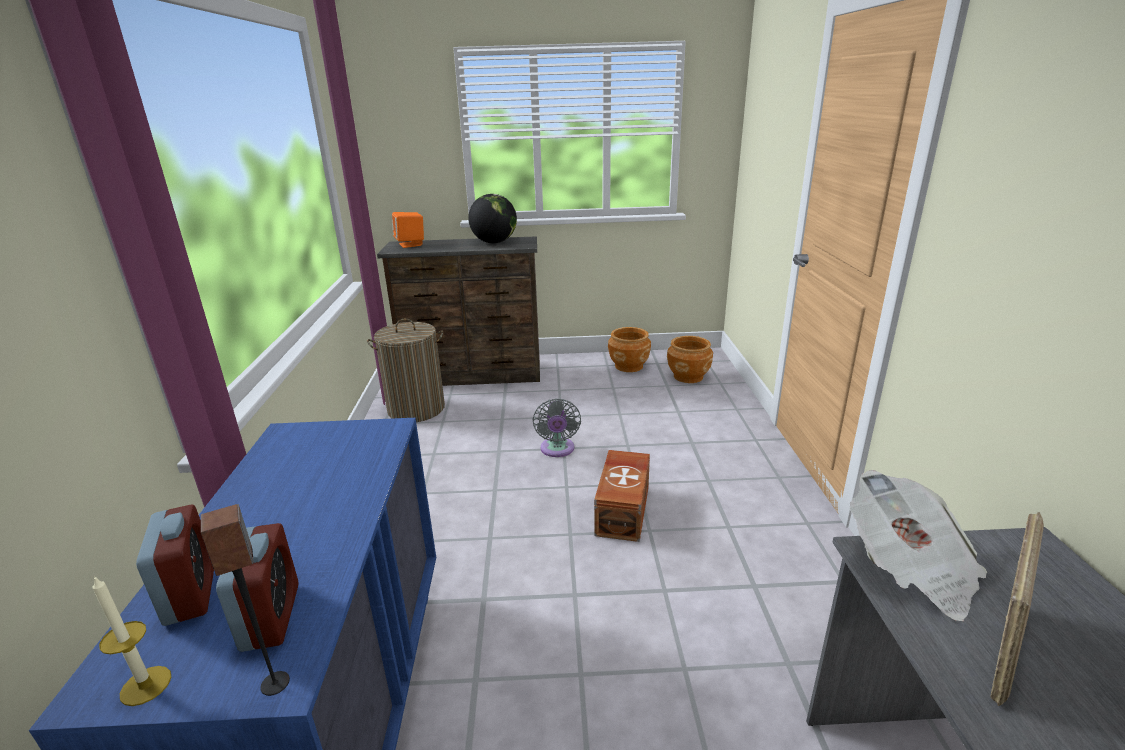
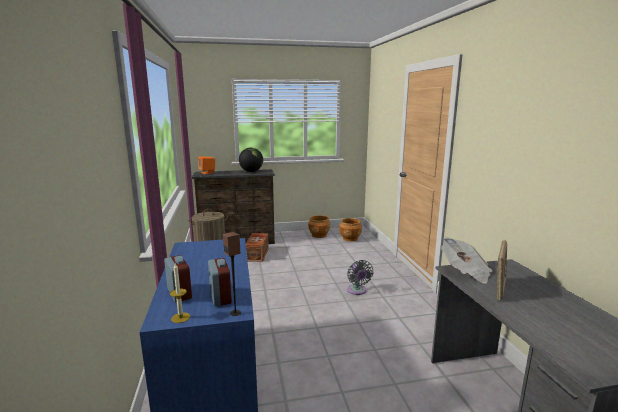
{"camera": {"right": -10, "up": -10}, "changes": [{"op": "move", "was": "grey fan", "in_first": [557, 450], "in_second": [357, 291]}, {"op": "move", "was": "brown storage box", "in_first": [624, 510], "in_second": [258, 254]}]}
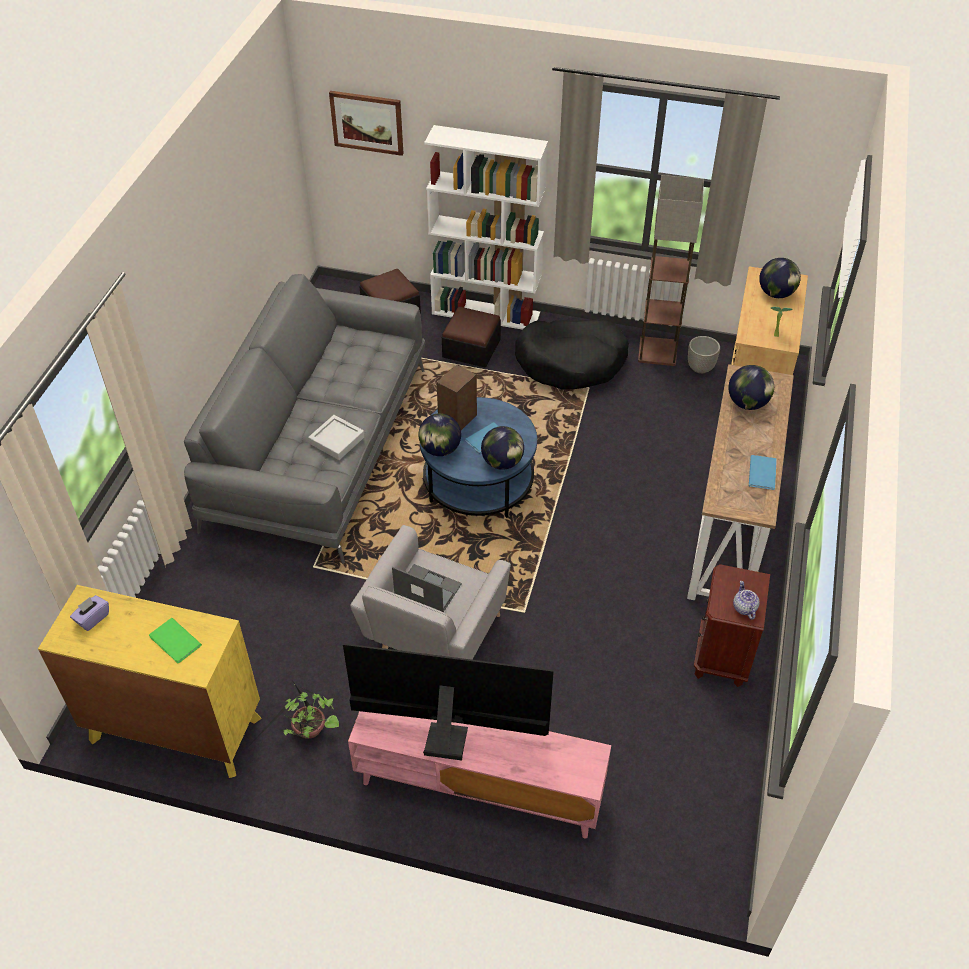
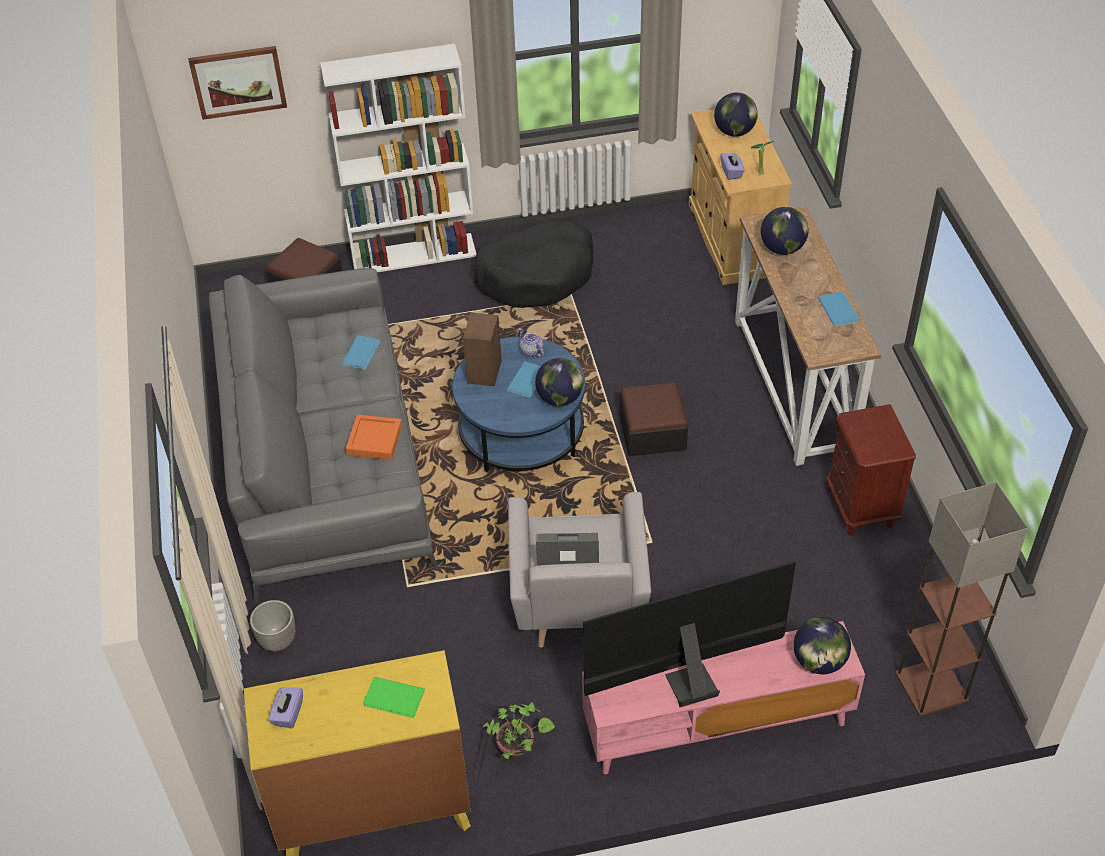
{"camera": {"right": -25, "up": 0}, "changes": [{"op": "insert", "now": "blue book", "in_second": [362, 352]}, {"op": "insert", "now": "purple tissue box", "in_second": [731, 172]}, {"op": "move", "was": "globe", "in_first": [440, 449], "in_second": [819, 661]}, {"op": "move", "was": "ottoman", "in_first": [471, 348], "in_second": [652, 432]}, {"op": "move", "was": "floor lamp", "in_first": [658, 351], "in_second": [931, 686]}, {"op": "move", "was": "planter", "in_first": [700, 368], "in_second": [277, 641]}, {"op": "move", "was": "teapot", "in_first": [744, 608], "in_second": [531, 351]}, {"op": "recolor", "was": "grey tray", "now": "orange tray", "in_first": [337, 440], "in_second": [374, 441]}]}
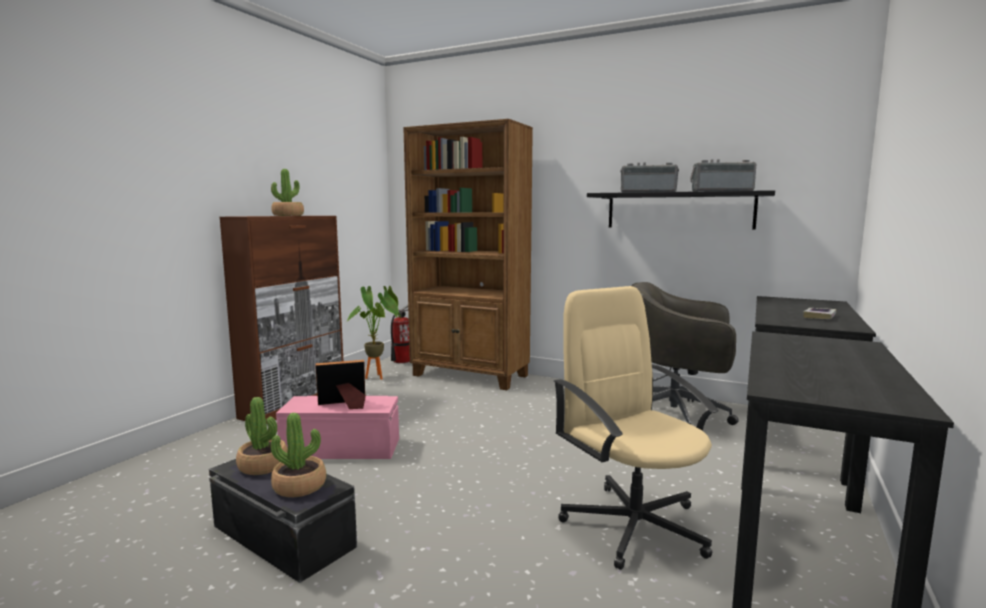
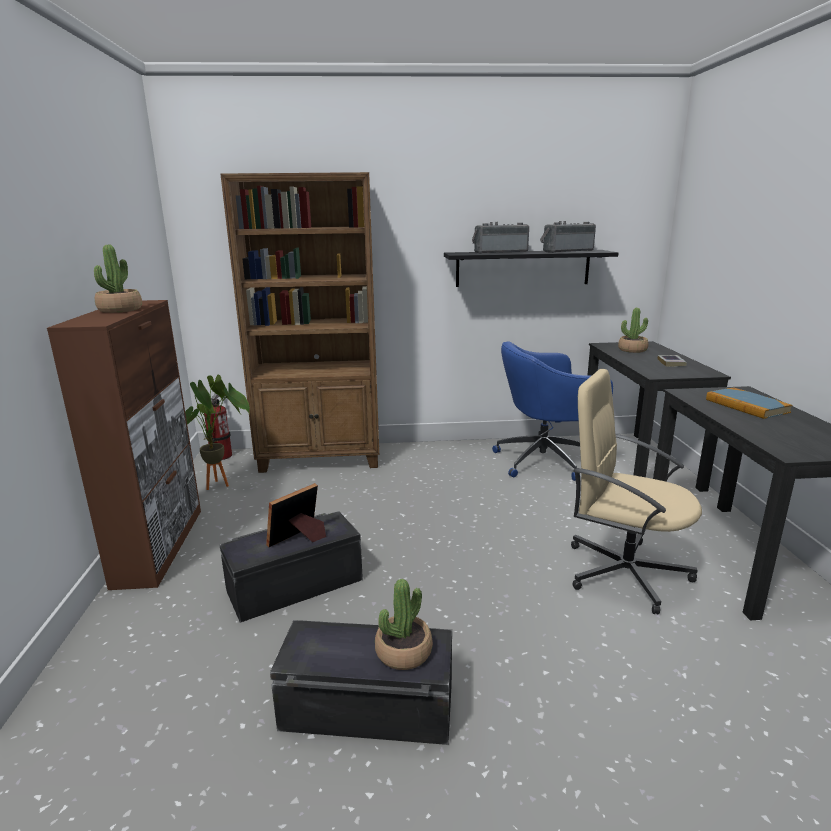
{"camera": {"right": -30, "up": 10}, "changes": [{"op": "insert", "now": "book", "in_second": [746, 406]}, {"op": "move", "was": "potted plant", "in_first": [263, 466], "in_second": [632, 350]}, {"op": "recolor", "was": "pink storage box", "now": "black storage box", "in_first": [342, 447], "in_second": [294, 584]}, {"op": "recolor", "was": "grey office chair", "now": "blue office chair", "in_first": [677, 417], "in_second": [545, 460]}]}
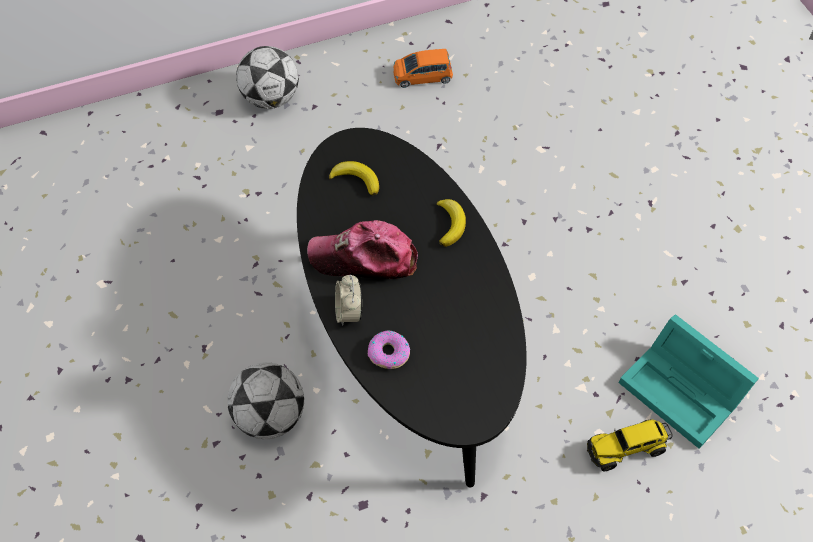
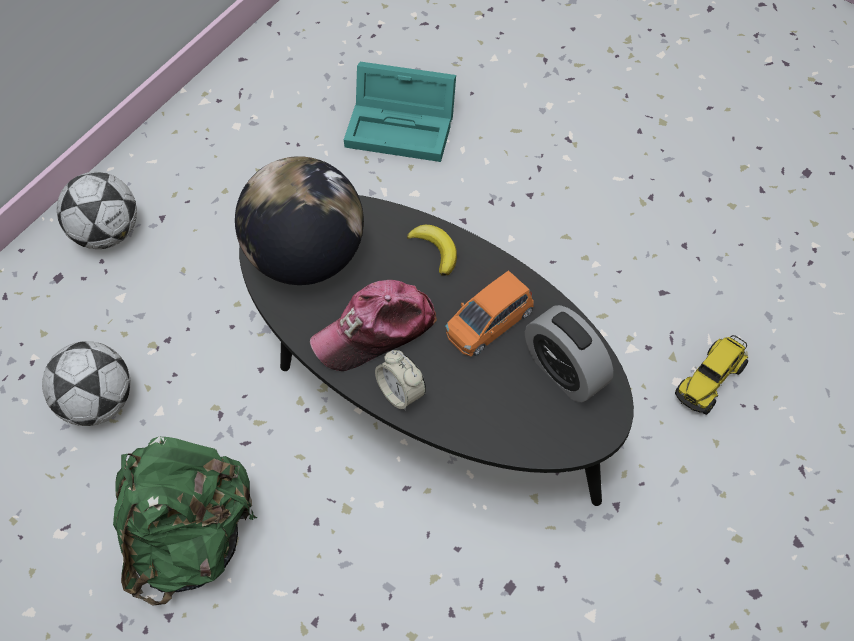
{"camera": {"right": -30, "up": 0}, "changes": [{"op": "delete", "was": "donut", "in_first": [388, 353]}, {"op": "insert", "now": "green backpack", "in_second": [192, 540]}, {"op": "insert", "now": "alarm clock", "in_second": [565, 372]}, {"op": "move", "was": "football", "in_first": [270, 416], "in_second": [98, 403]}, {"op": "move", "was": "orange toy car", "in_first": [422, 76], "in_second": [489, 323]}, {"op": "move", "was": "turquoise storage box", "in_first": [685, 391], "in_second": [404, 125]}, {"op": "replace", "was": "banana", "now": "globe", "in_first": [356, 179], "in_second": [307, 257]}]}
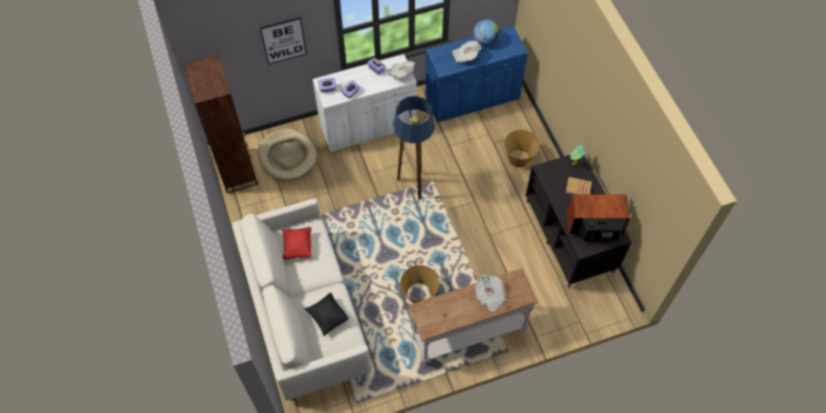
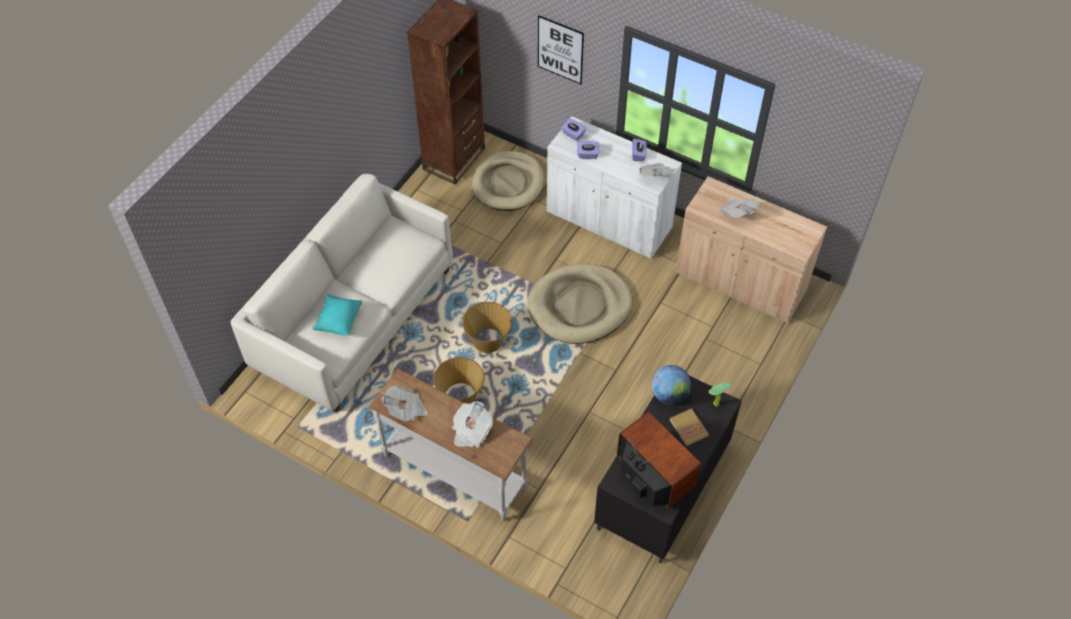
{"camera": {"right": 50, "up": -5}, "changes": [{"op": "delete", "was": "red pillow", "in_first": [298, 246]}, {"op": "insert", "now": "newspaper", "in_second": [406, 410]}, {"op": "move", "was": "globe", "in_first": [485, 40], "in_second": [669, 395]}, {"op": "move", "was": "basket", "in_first": [519, 158], "in_second": [488, 341]}, {"op": "replace", "was": "floor lamp", "now": "beige dog bed", "in_first": [414, 186], "in_second": [579, 306]}, {"op": "recolor", "was": "black pillow", "now": "turquoise pillow", "in_first": [327, 317], "in_second": [339, 321]}, {"op": "recolor", "was": "blue cabinet", "now": "beige cabinet", "in_first": [472, 98], "in_second": [740, 282]}]}
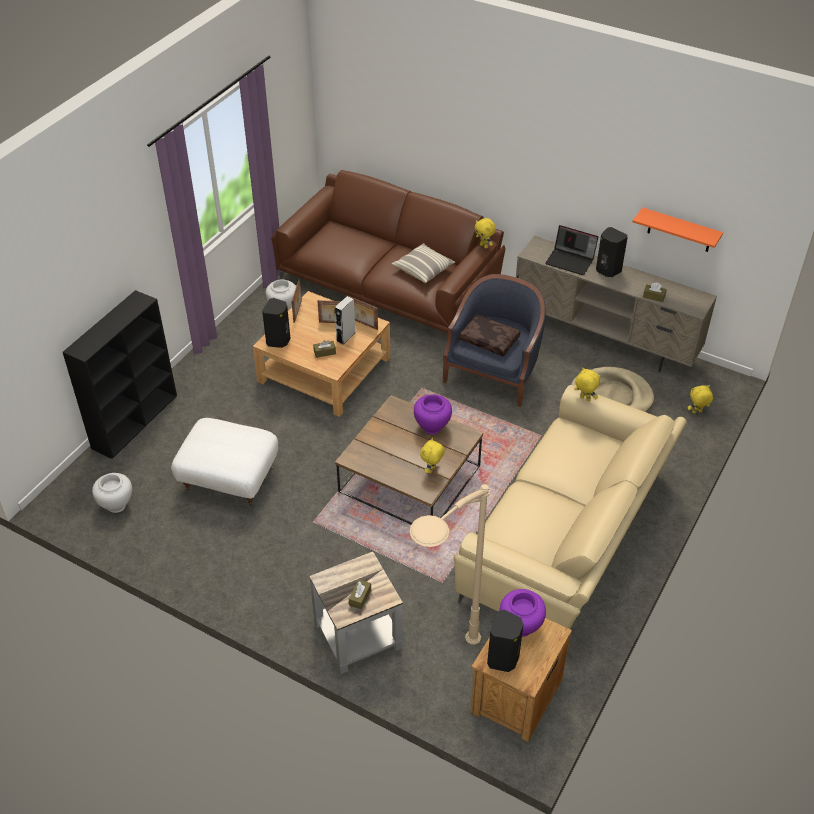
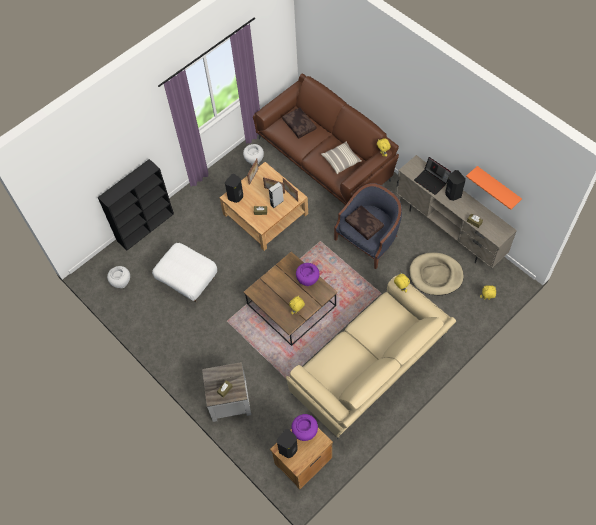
{"camera": {"right": 20, "up": 15}, "changes": [{"op": "delete", "was": "beige floor lamp", "in_first": [439, 670]}, {"op": "insert", "now": "brown pillow", "in_second": [300, 125]}]}
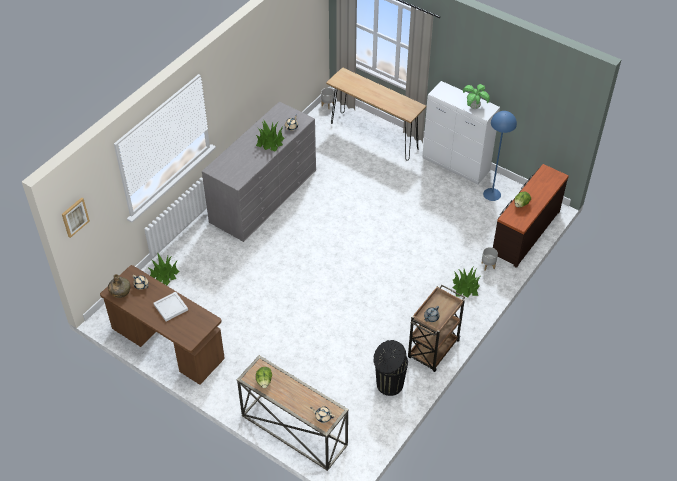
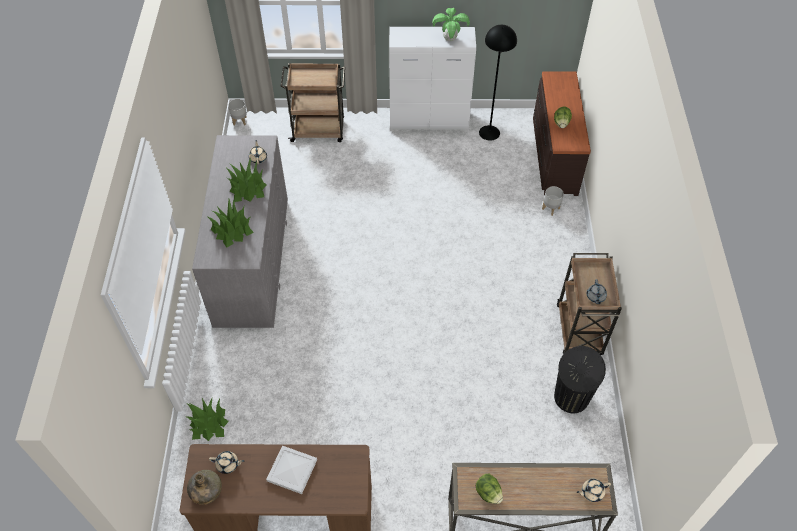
{"camera": {"right": -35, "up": 5}, "changes": [{"op": "delete", "was": "picture", "in_first": [74, 217]}, {"op": "move", "was": "potted plant", "in_first": [465, 287], "in_second": [232, 230]}, {"op": "replace", "was": "brown console table", "now": "brown cart", "in_first": [374, 136], "in_second": [319, 130]}, {"op": "recolor", "was": "blue floor lamp", "now": "black floor lamp", "in_first": [491, 194], "in_second": [489, 132]}]}
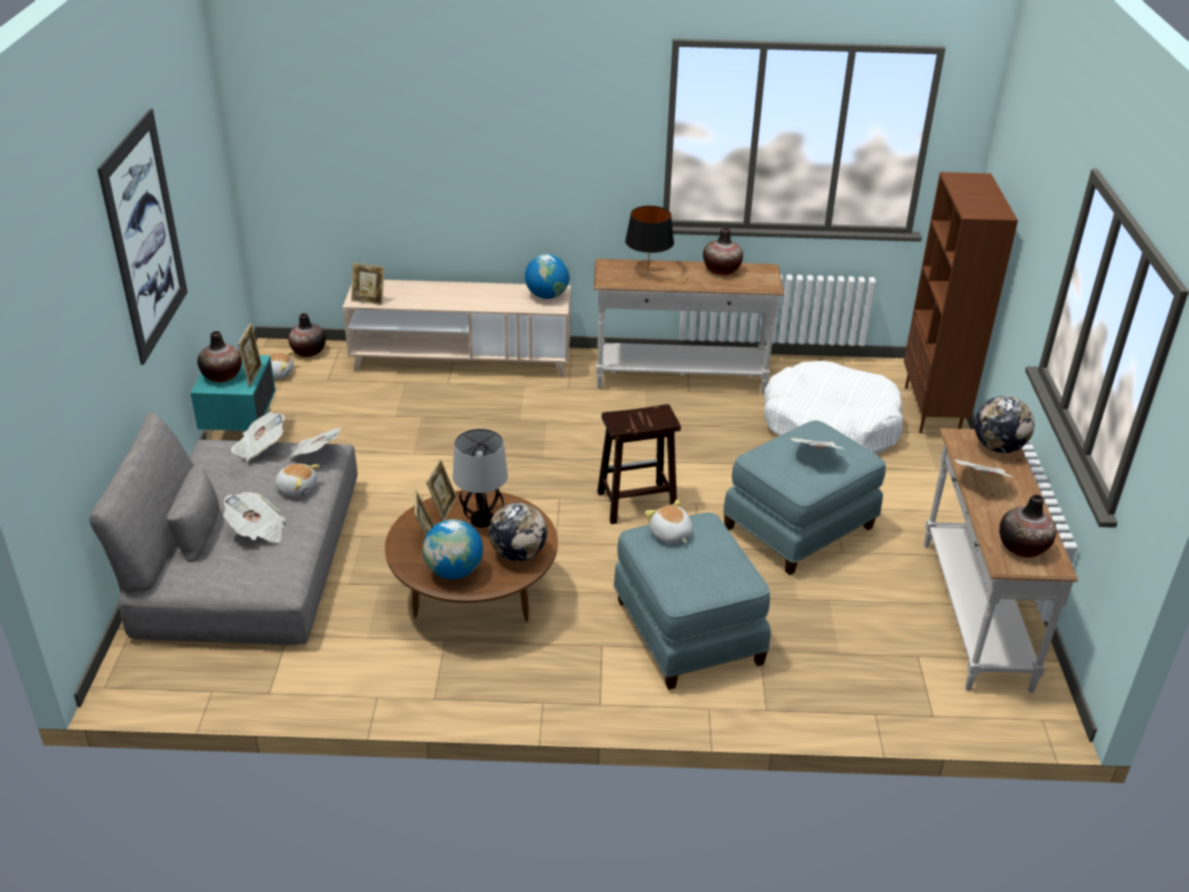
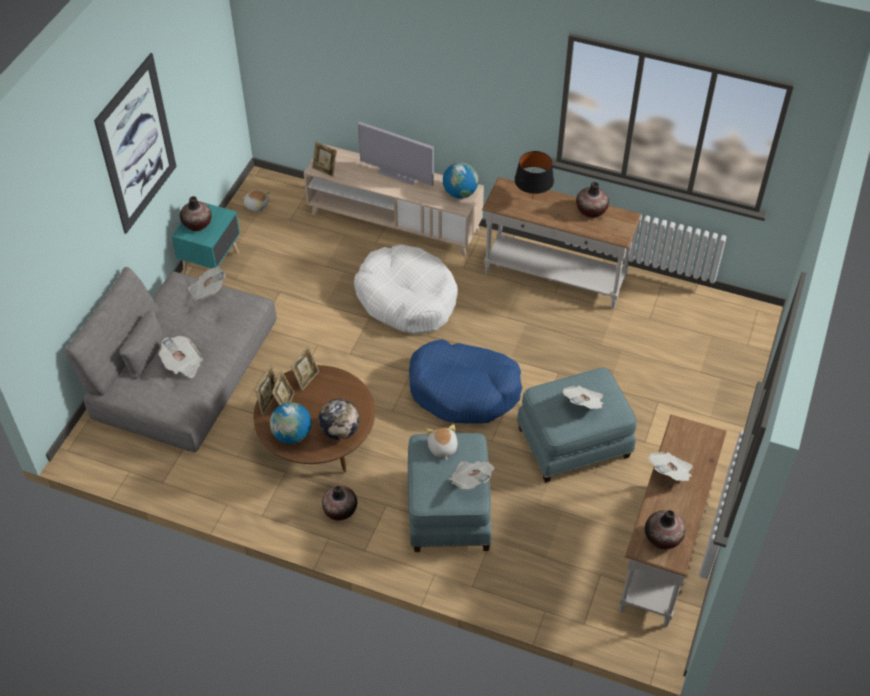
{"camera": {"right": 20, "up": 15}, "changes": [{"op": "delete", "was": "plush toy", "in_first": [297, 488]}, {"op": "delete", "was": "table lamp", "in_first": [481, 520]}, {"op": "delete", "was": "brown bookcase", "in_first": [933, 410]}, {"op": "delete", "was": "globe", "in_first": [998, 447]}, {"op": "insert", "now": "television", "in_second": [398, 174]}, {"op": "move", "was": "picture frame", "in_first": [253, 375], "in_second": [269, 402]}, {"op": "move", "was": "vase", "in_first": [308, 351], "in_second": [340, 510]}, {"op": "move", "was": "newspaper", "in_first": [317, 454], "in_second": [470, 480]}, {"op": "move", "was": "white dog bed", "in_first": [830, 425], "in_second": [407, 298]}, {"op": "replace", "was": "brown stool", "now": "blue dog bed", "in_first": [635, 503], "in_second": [464, 390]}]}
